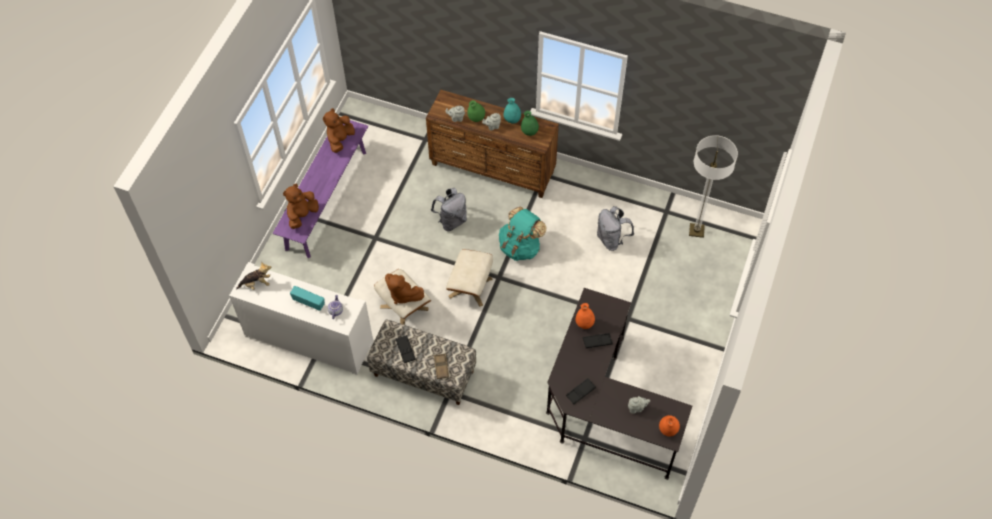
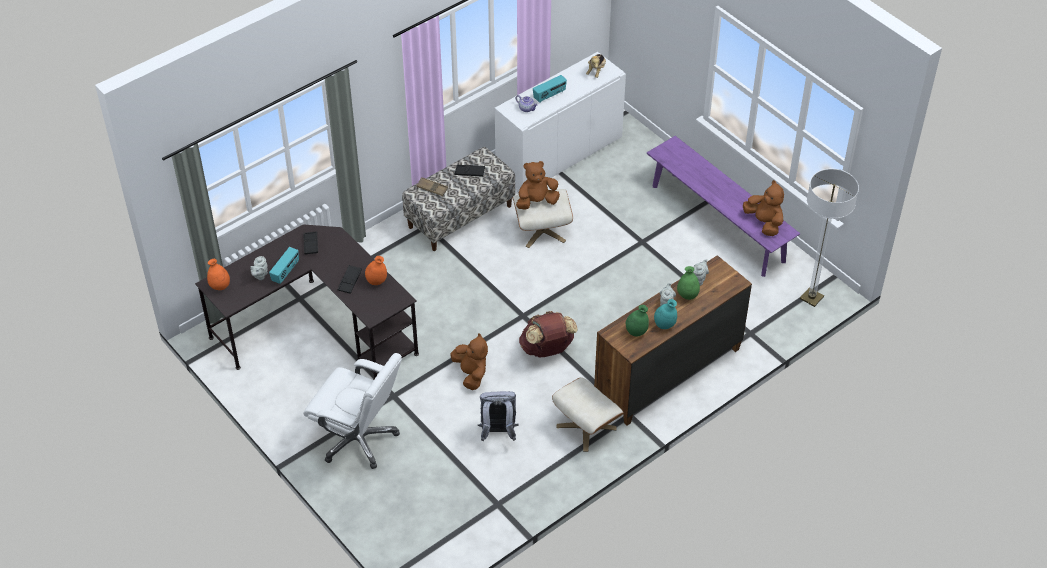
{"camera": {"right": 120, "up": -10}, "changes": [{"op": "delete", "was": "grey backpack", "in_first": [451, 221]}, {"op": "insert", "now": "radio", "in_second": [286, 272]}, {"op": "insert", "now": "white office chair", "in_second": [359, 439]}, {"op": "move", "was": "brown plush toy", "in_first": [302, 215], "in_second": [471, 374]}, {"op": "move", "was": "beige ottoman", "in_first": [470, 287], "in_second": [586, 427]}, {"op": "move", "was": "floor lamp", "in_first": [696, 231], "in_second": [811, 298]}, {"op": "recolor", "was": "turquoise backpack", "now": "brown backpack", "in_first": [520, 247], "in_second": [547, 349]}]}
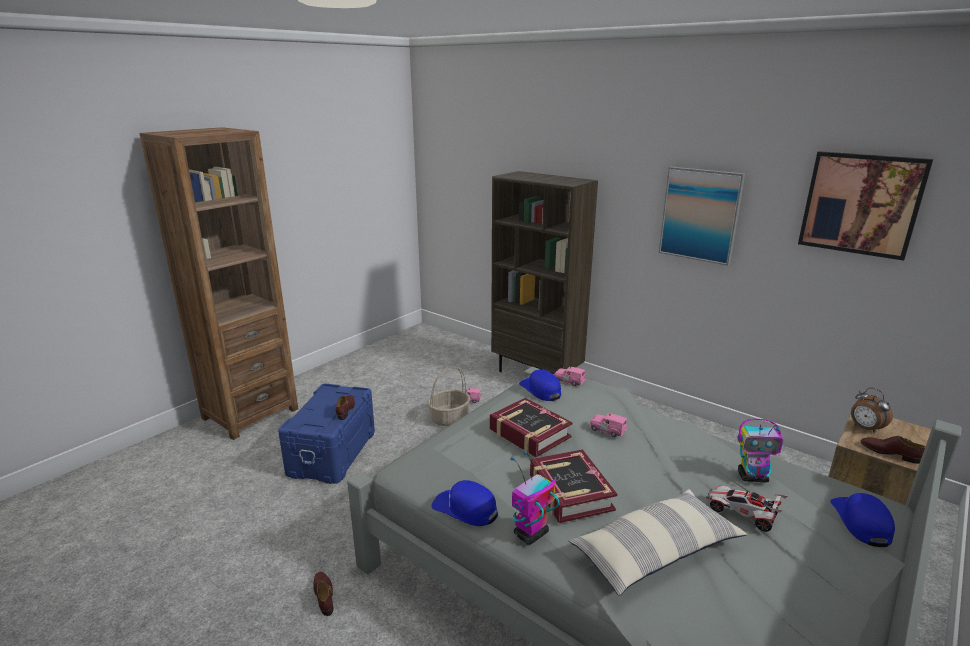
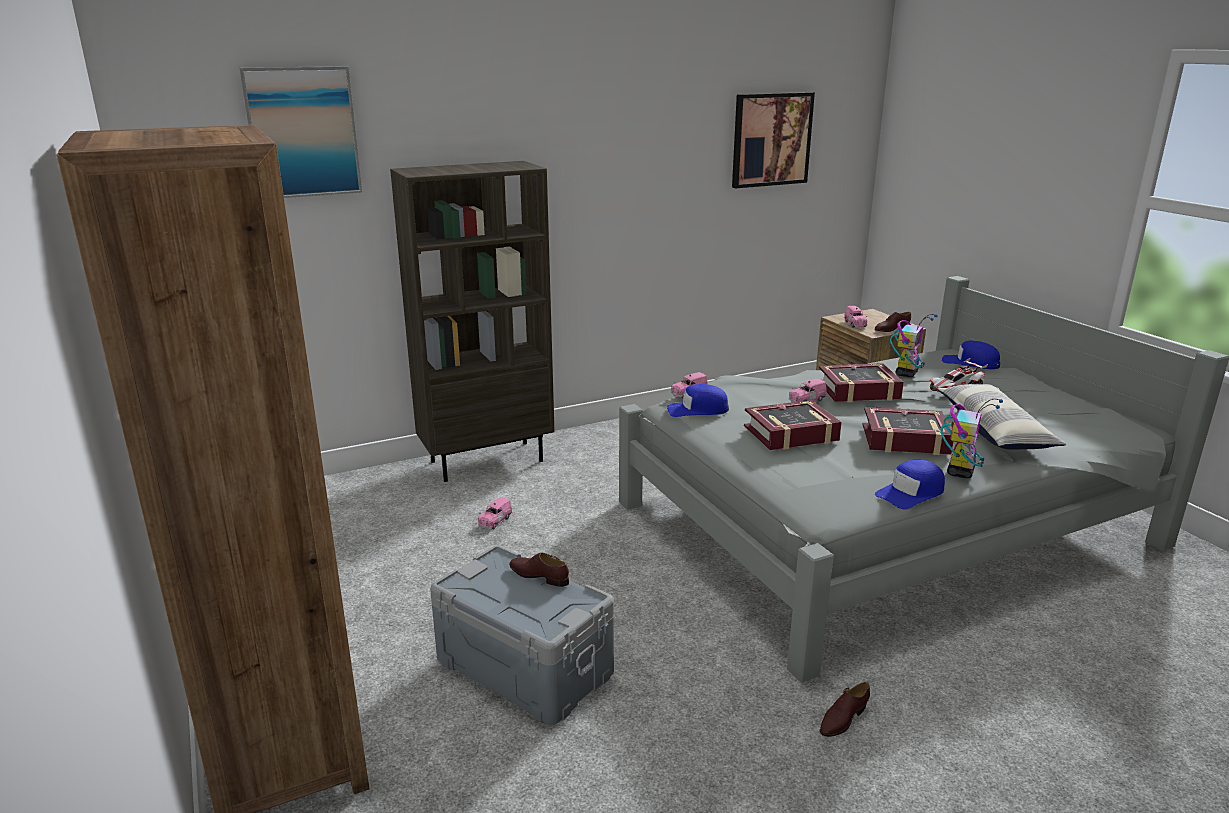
{"camera": {"right": -65, "up": 0}, "changes": [{"op": "delete", "was": "basket", "in_first": [449, 418]}, {"op": "insert", "now": "book", "in_second": [858, 391]}, {"op": "move", "was": "picture", "in_first": [700, 215], "in_second": [303, 132]}, {"op": "replace", "was": "alarm clock", "now": "pink toy car", "in_first": [865, 428], "in_second": [855, 324]}, {"op": "recolor", "was": "blue storage box", "now": "grey storage box", "in_first": [333, 453], "in_second": [525, 666]}, {"op": "rotate", "was": "brown shoe", "in_first": [324, 595], "in_second": [842, 719], "clockwise": -45}, {"op": "rotate", "was": "toy robot", "in_first": [530, 534], "in_second": [960, 471], "clockwise": -135}]}
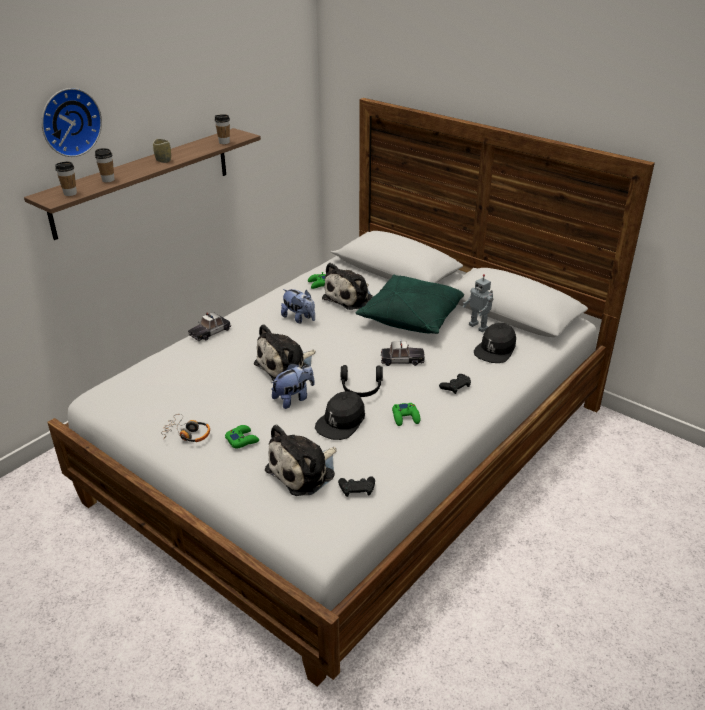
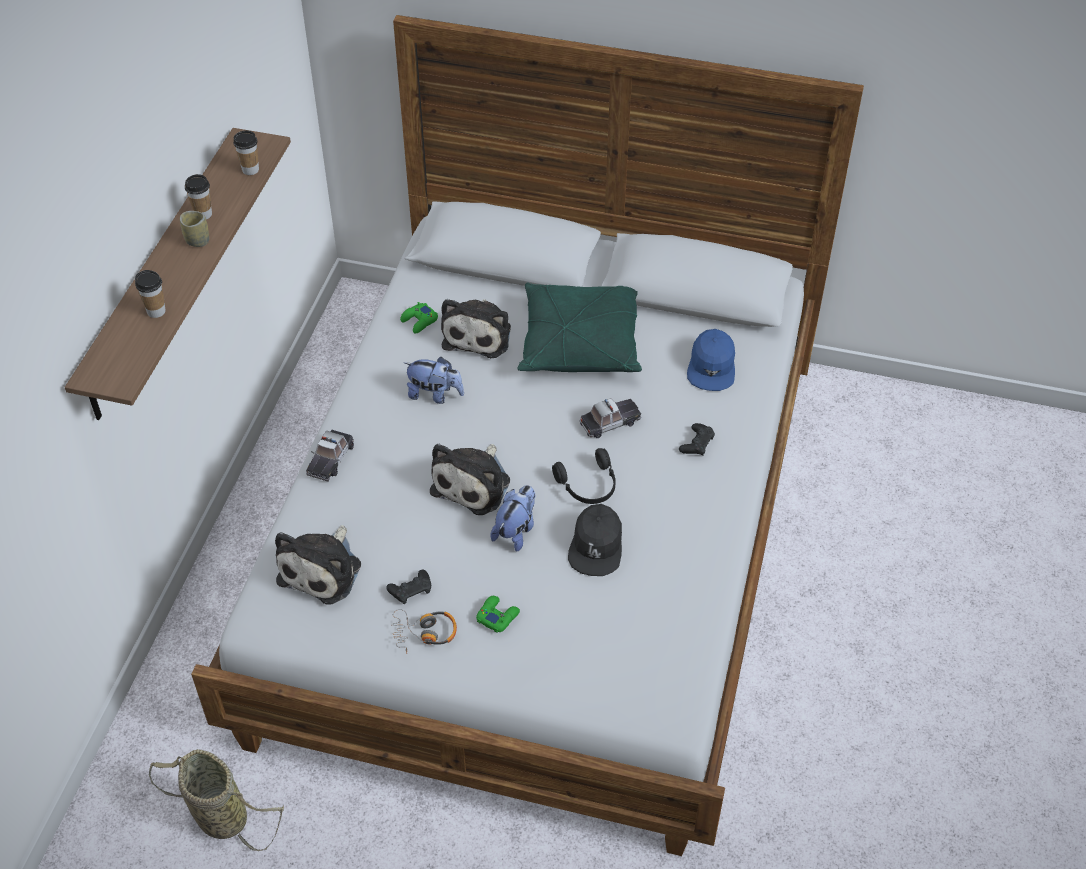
{"camera": {"right": -25, "up": 15}, "changes": [{"op": "delete", "was": "wall clock", "in_first": [69, 122]}, {"op": "delete", "was": "green game controller", "in_first": [405, 417]}, {"op": "delete", "was": "toy robot", "in_first": [479, 326]}, {"op": "insert", "now": "basket", "in_second": [218, 815]}, {"op": "move", "was": "cup", "in_first": [70, 193], "in_second": [203, 214]}, {"op": "move", "was": "plush toy", "in_first": [304, 471], "in_second": [323, 569]}, {"op": "move", "was": "black game controller", "in_first": [357, 489], "in_second": [411, 590]}, {"op": "recolor", "was": "black cap", "now": "blue cap", "in_first": [495, 349], "in_second": [711, 366]}]}
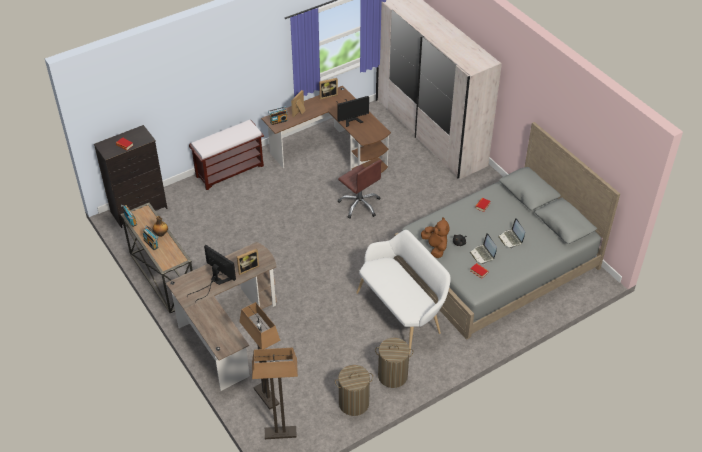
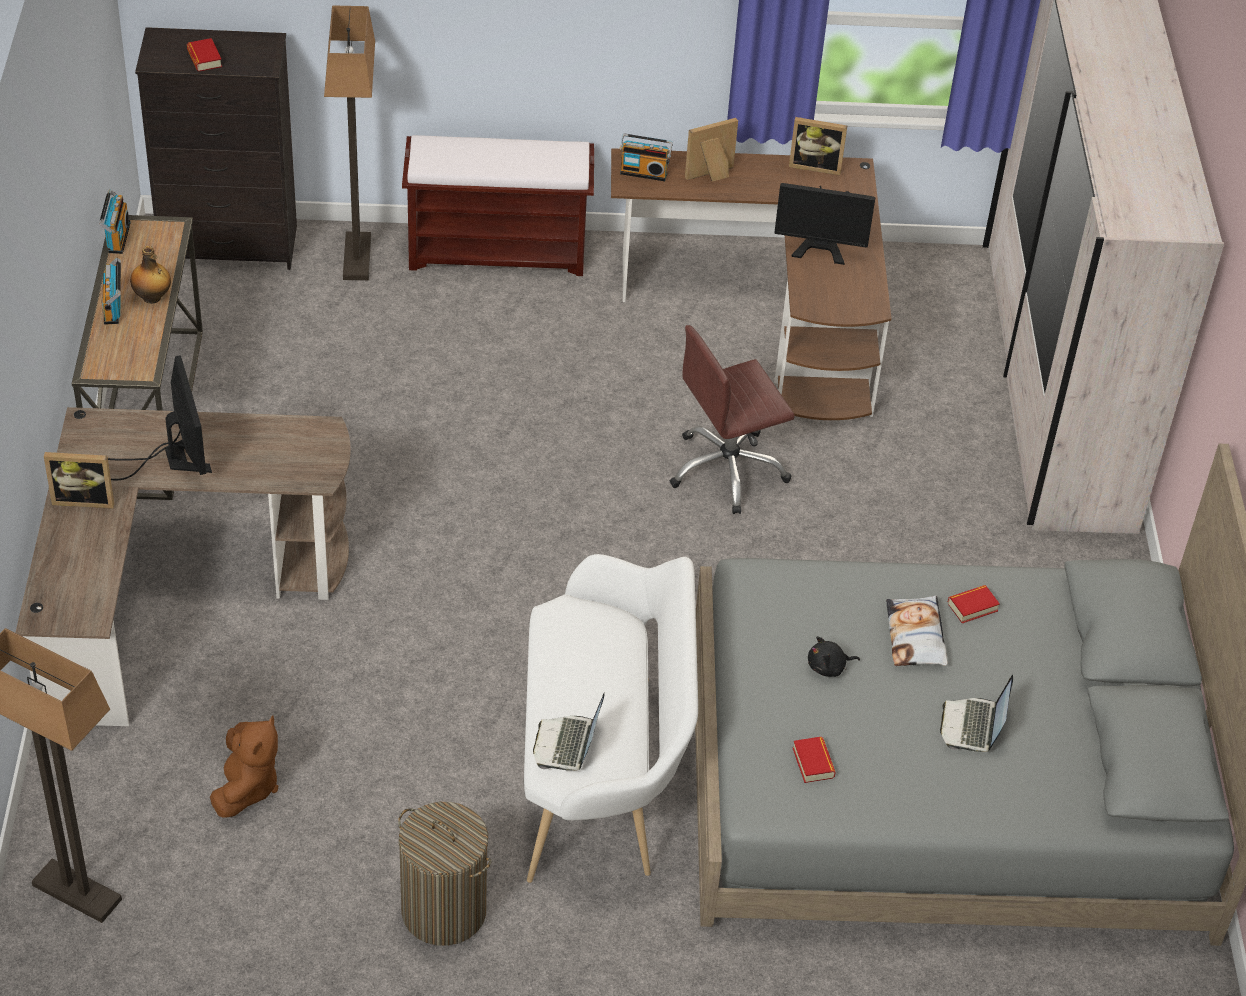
{"camera": {"right": 30, "up": 0}, "changes": [{"op": "delete", "was": "laundry basket", "in_first": [353, 403]}, {"op": "insert", "now": "pillow", "in_second": [916, 637]}, {"op": "move", "was": "picture frame", "in_first": [247, 268], "in_second": [84, 499]}, {"op": "move", "was": "floor lamp", "in_first": [266, 396], "in_second": [356, 257]}, {"op": "move", "was": "brown plush toy", "in_first": [435, 247], "in_second": [247, 787]}, {"op": "move", "was": "laptop", "in_first": [483, 254], "in_second": [567, 745]}, {"op": "rotate", "was": "brown office chair", "in_first": [360, 204], "in_second": [727, 470], "clockwise": 75}]}
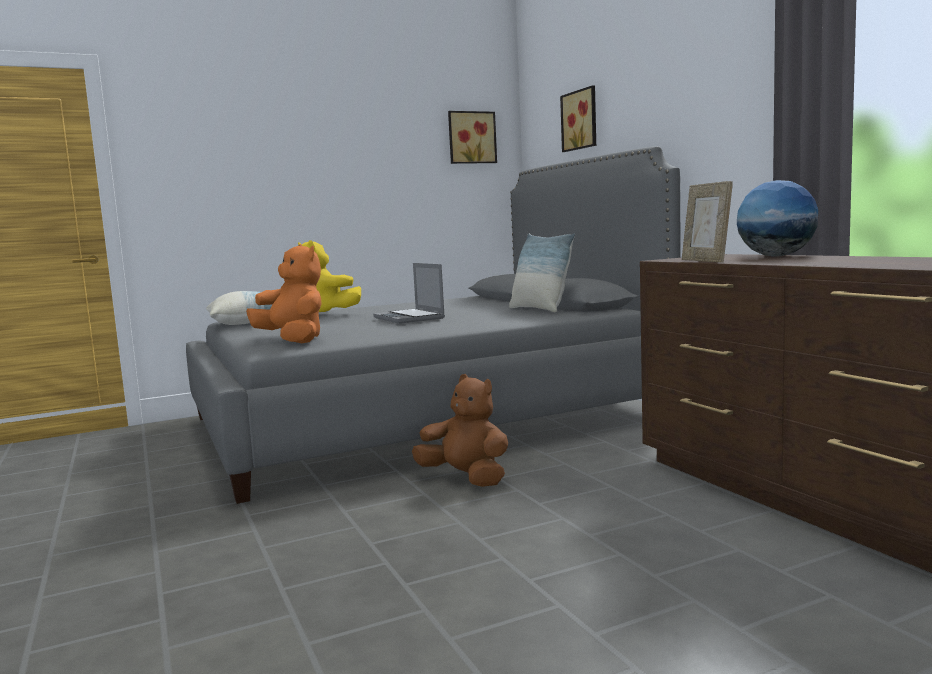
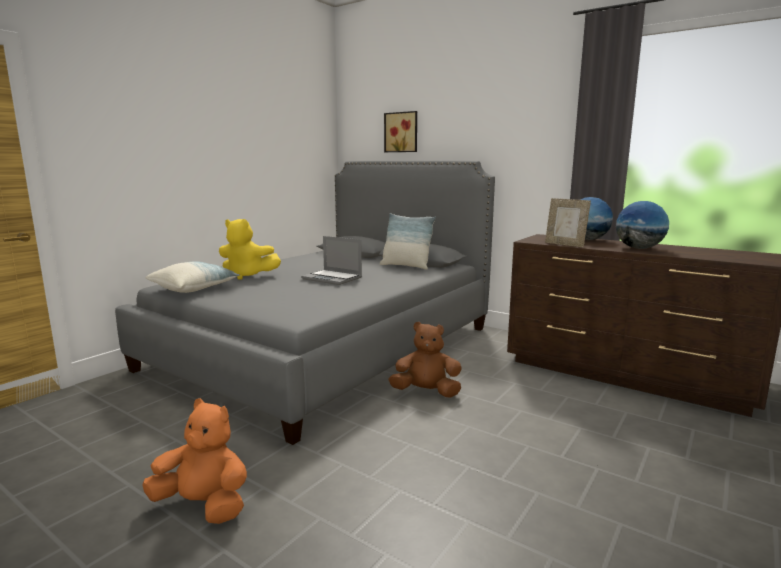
{"camera": {"right": -30, "up": 5}, "changes": [{"op": "delete", "was": "picture", "in_first": [471, 138]}, {"op": "insert", "now": "globe", "in_second": [639, 248]}, {"op": "move", "was": "orange plush toy", "in_first": [293, 340], "in_second": [204, 505]}]}
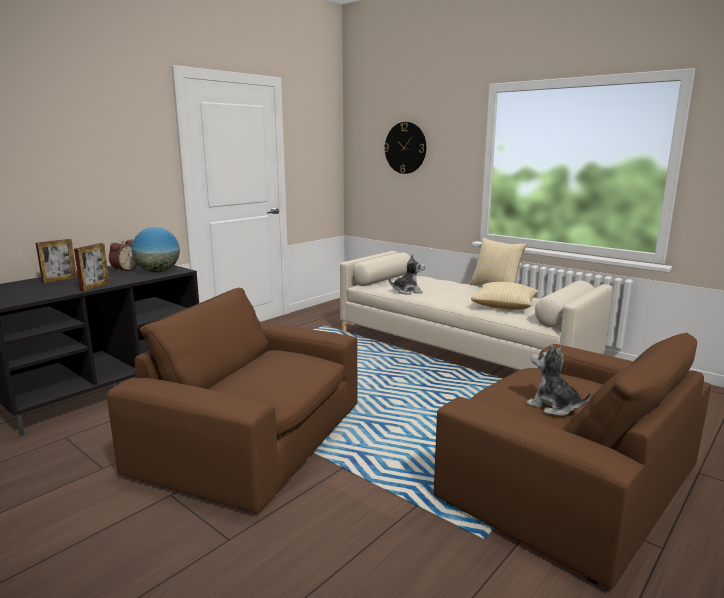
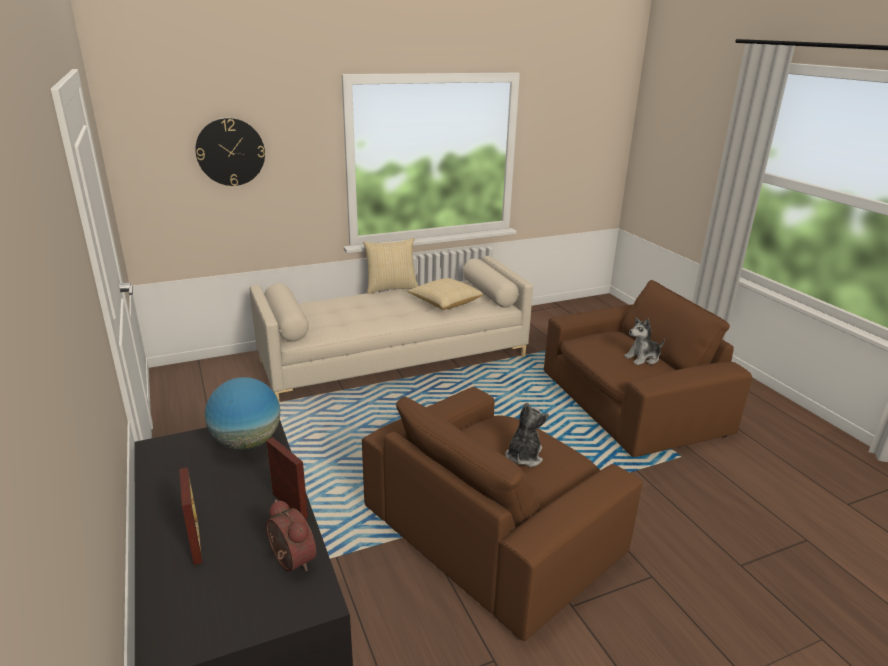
{"camera": {"right": -65, "up": 10}, "changes": [{"op": "move", "was": "alarm clock", "in_first": [124, 270], "in_second": [289, 561]}, {"op": "move", "was": "plush toy", "in_first": [407, 291], "in_second": [523, 456]}]}
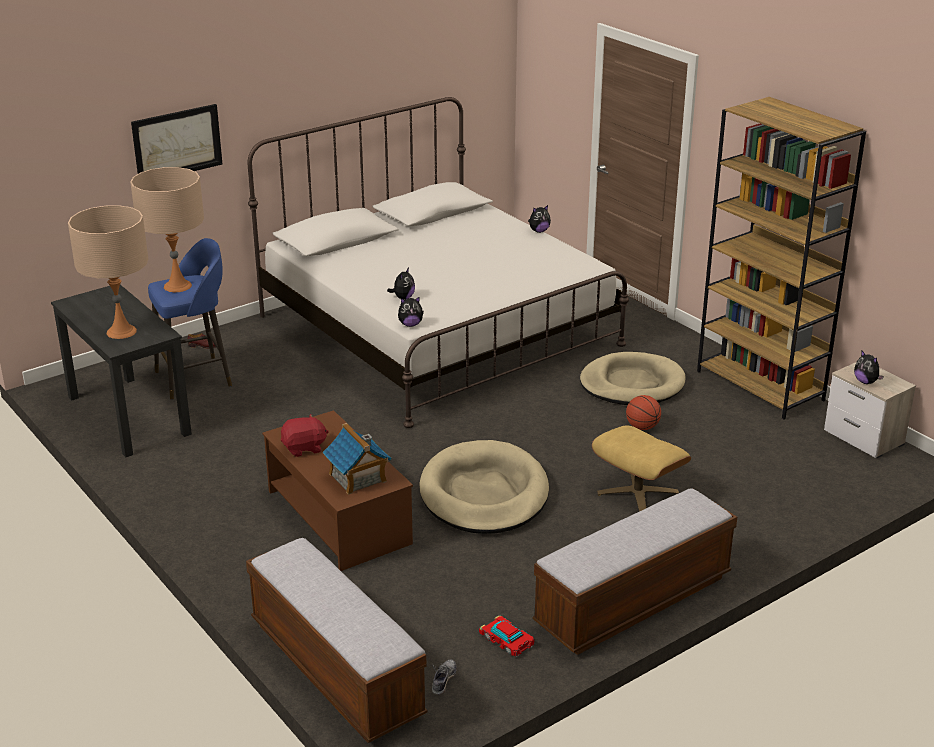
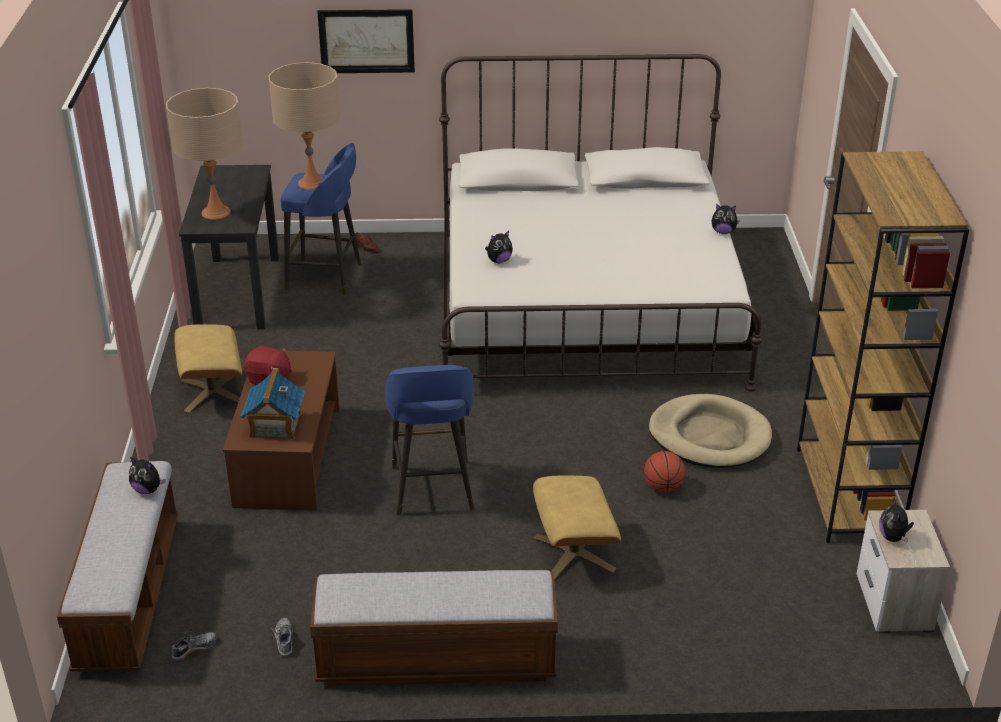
{"camera": {"right": 35, "up": 5}, "changes": [{"op": "insert", "now": "beige ottoman", "in_second": [212, 392]}, {"op": "move", "was": "plush toy", "in_first": [410, 324], "in_second": [148, 490]}, {"op": "replace", "was": "beige dog bed", "now": "blue stool", "in_first": [484, 494], "in_second": [432, 490]}, {"op": "replace", "was": "toy car", "now": "shoe", "in_first": [506, 640], "in_second": [284, 640]}]}
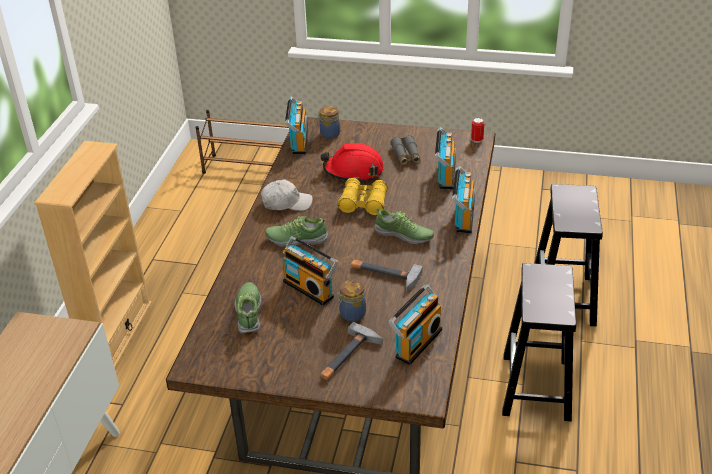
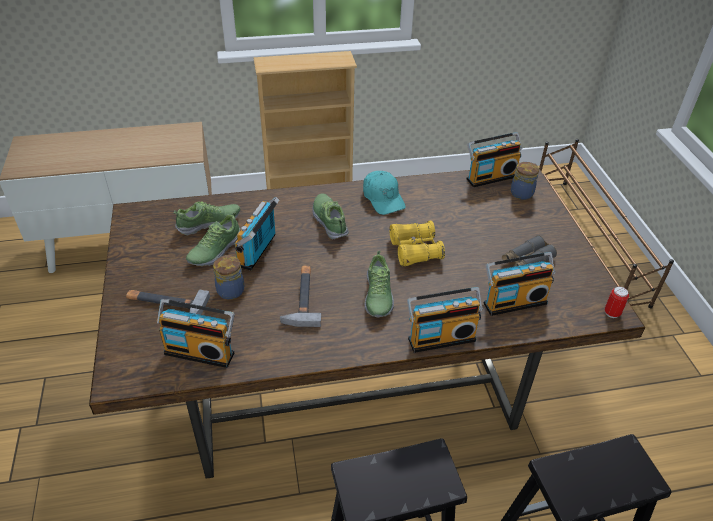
{"camera": {"right": 65, "up": 5}, "changes": [{"op": "delete", "was": "red hard hat", "in_first": [353, 171]}, {"op": "insert", "now": "shoe", "in_second": [215, 250]}, {"op": "recolor", "was": "white cap", "now": "turquoise cap", "in_first": [286, 203], "in_second": [383, 198]}]}
